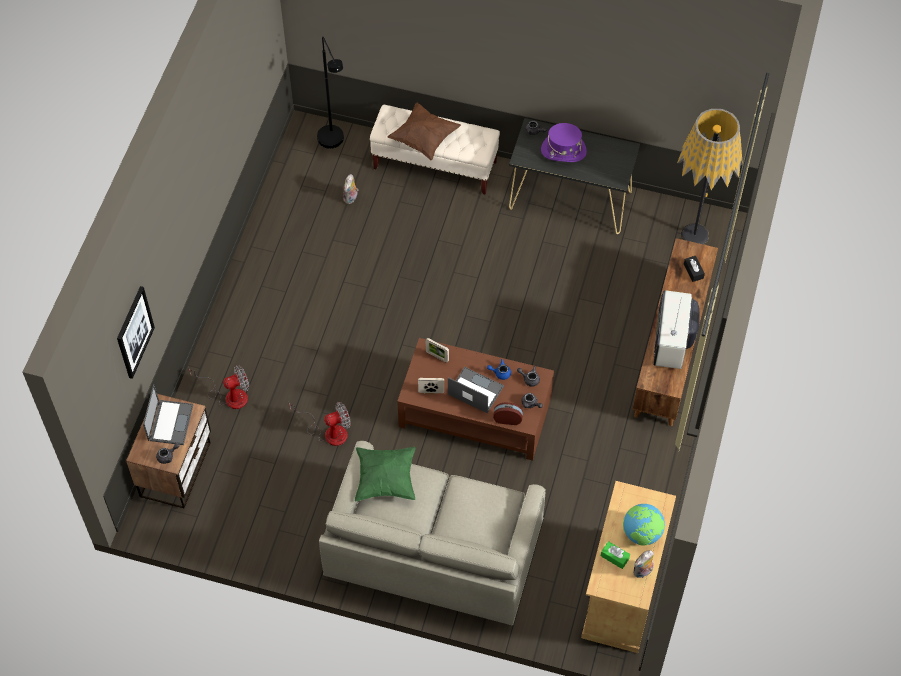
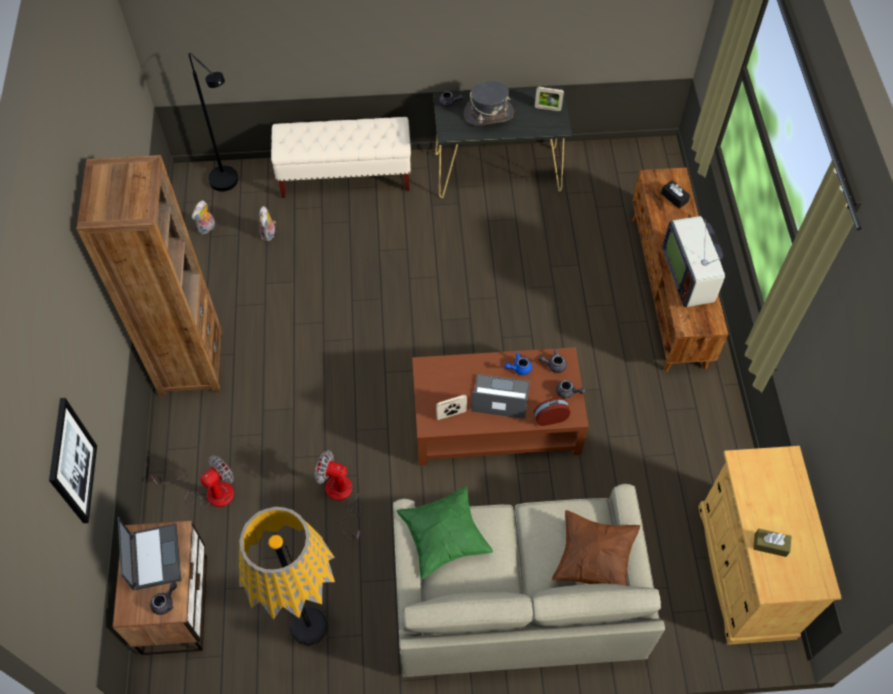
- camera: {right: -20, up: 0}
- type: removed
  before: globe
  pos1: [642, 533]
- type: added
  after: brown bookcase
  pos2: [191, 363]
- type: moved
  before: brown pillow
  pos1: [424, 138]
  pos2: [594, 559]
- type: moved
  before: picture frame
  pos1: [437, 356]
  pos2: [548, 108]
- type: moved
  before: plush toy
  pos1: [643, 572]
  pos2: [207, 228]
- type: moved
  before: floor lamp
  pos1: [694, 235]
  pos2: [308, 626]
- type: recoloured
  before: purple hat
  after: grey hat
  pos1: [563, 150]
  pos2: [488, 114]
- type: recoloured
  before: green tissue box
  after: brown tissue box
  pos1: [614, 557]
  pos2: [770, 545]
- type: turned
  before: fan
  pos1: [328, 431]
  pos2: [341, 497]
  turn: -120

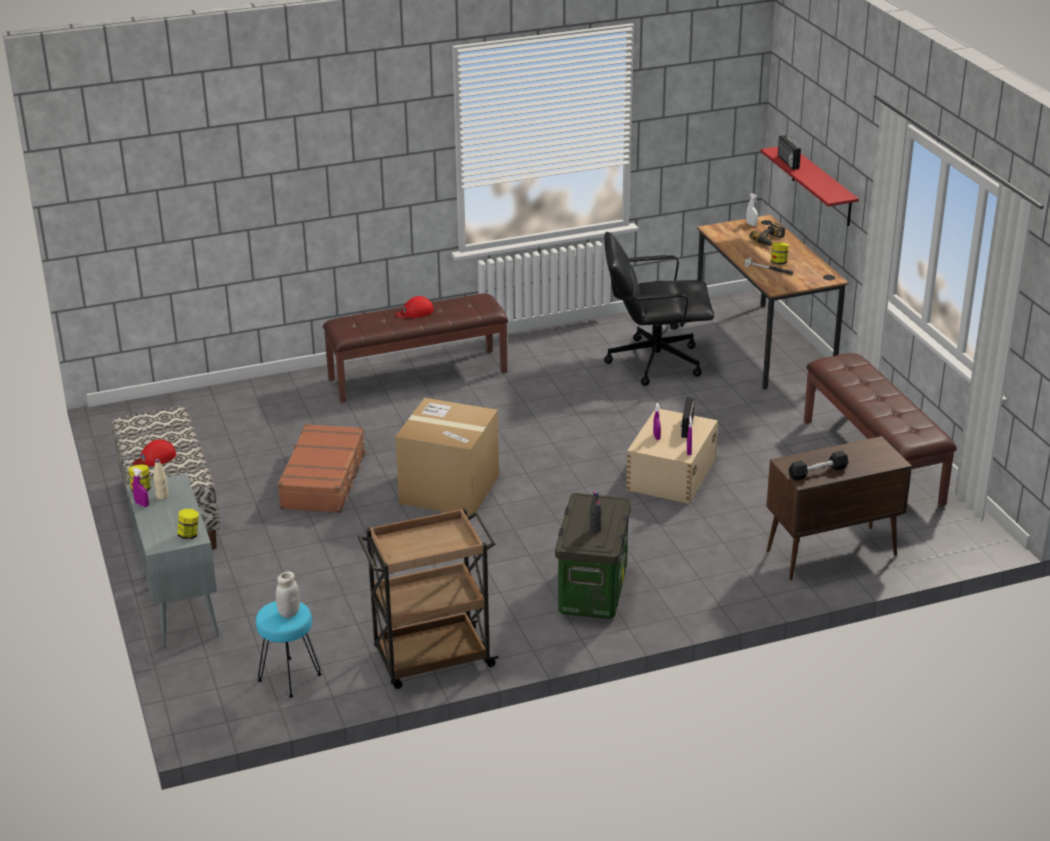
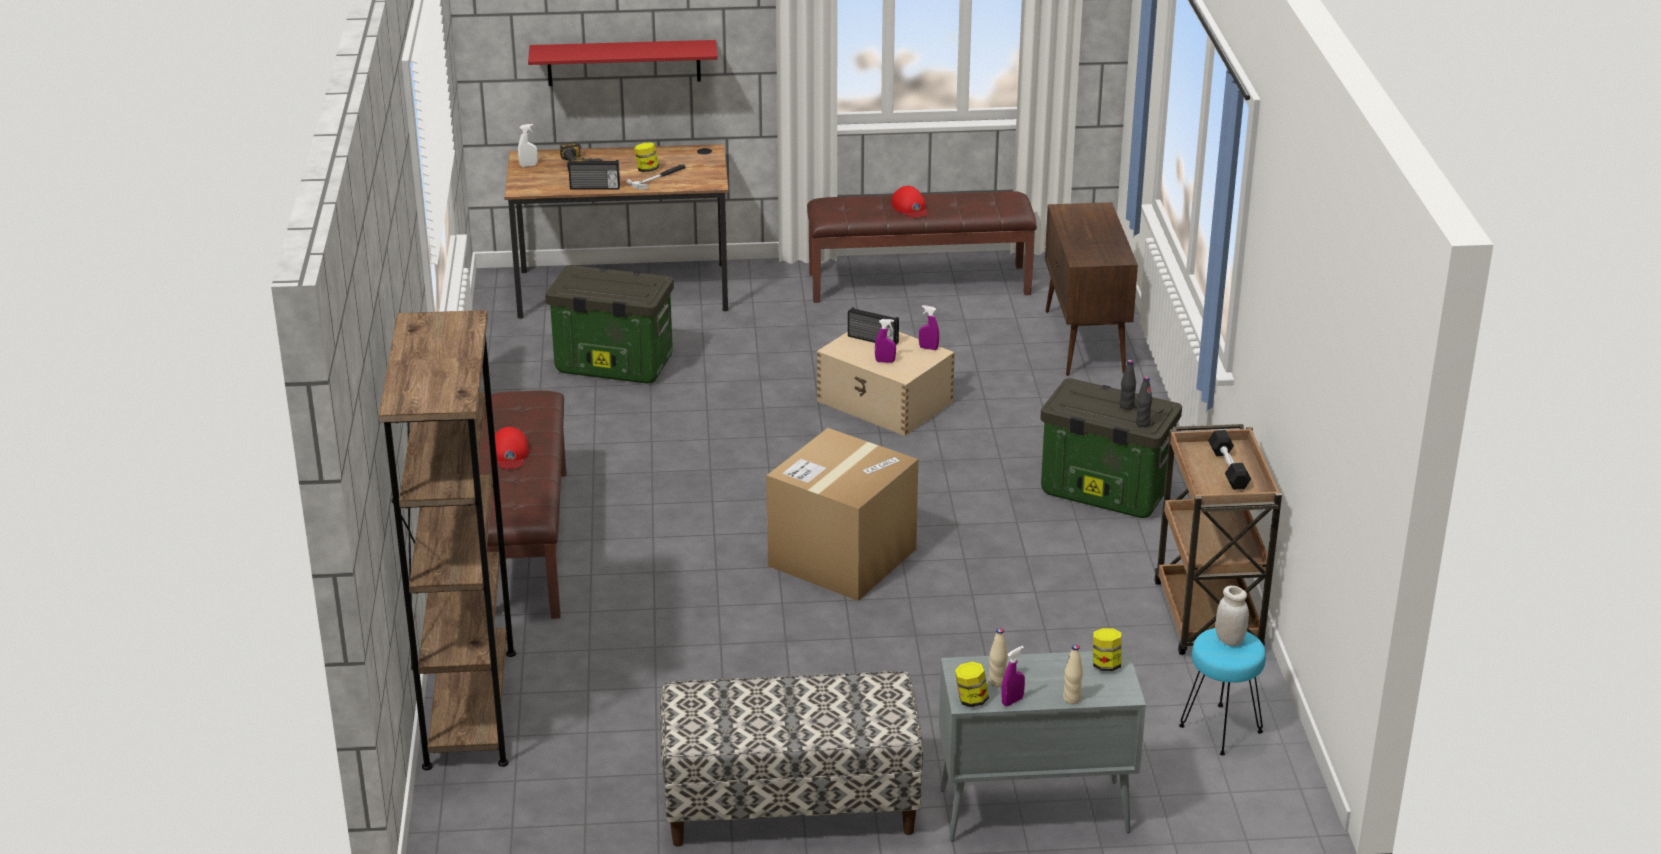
- camera: {right: -75, up: 0}
- type: removed
  before: brown suitcase
  pos1: [324, 480]
- type: added
  after: brown bookcase
  pos2: [470, 708]
- type: added
  after: beige bottle
  pos2: [1071, 699]
- type: added
  after: black bottle
  pos2: [1142, 423]
- type: moved
  before: red cap
  pos1: [155, 458]
  pos2: [910, 208]
- type: moved
  before: radio
  pos1: [787, 162]
  pos2: [595, 187]
- type: moved
  before: black dumbbell
  pos1: [818, 472]
  pos2: [1228, 468]
- type: replaced
  before: black office chair
  after: storage box
  pos1: [654, 361]
  pos2: [612, 365]

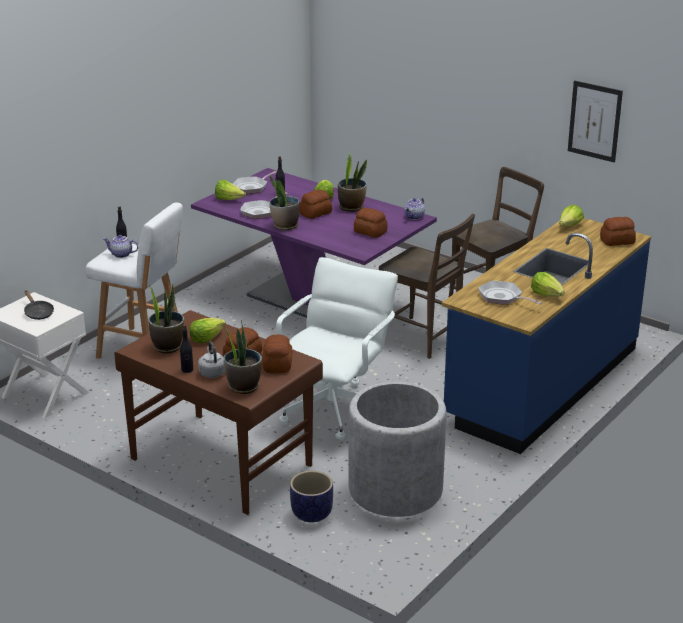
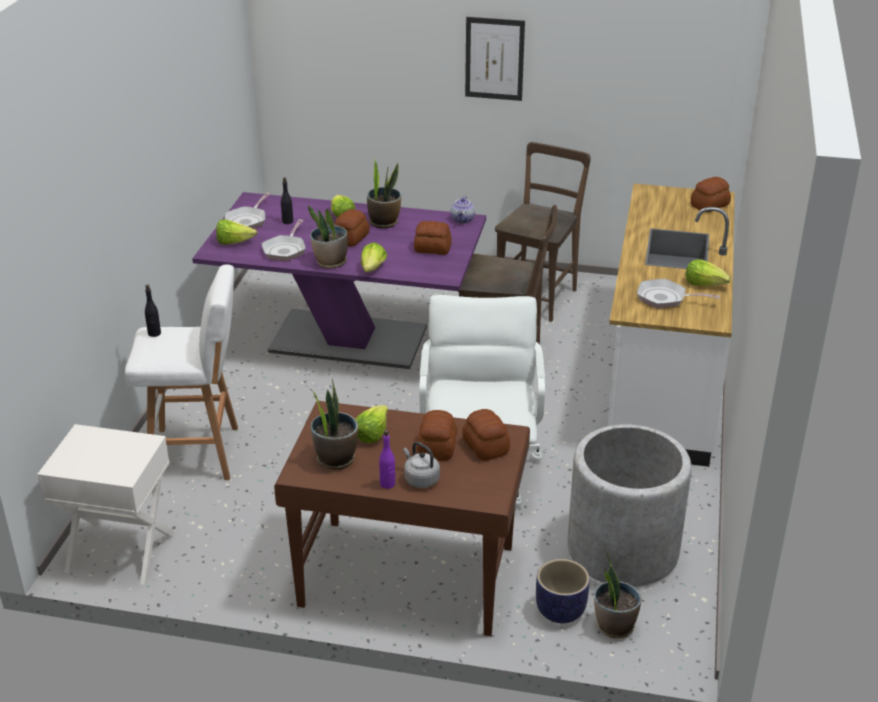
- camera: {right: -25, up: 5}
- type: removed
  before: black frying pan
  pos1: [38, 313]
- type: removed
  before: teapot
  pos1: [121, 255]
- type: moved
  before: potted plant
  pos1: [243, 386]
  pos2: [614, 626]
- type: moved
  before: lettuce
  pos1: [570, 226]
  pos2: [373, 268]
- type: moved
  before: picture
  pos1: [594, 121]
  pos2: [494, 59]
- type: recoloured
  before: black bottle
  after: purple bottle
  pos1: [187, 370]
  pos2: [387, 484]
- type: recoloured
  before: blue counter
  after: white counter
  pos1: [541, 383]
  pos2: [662, 377]

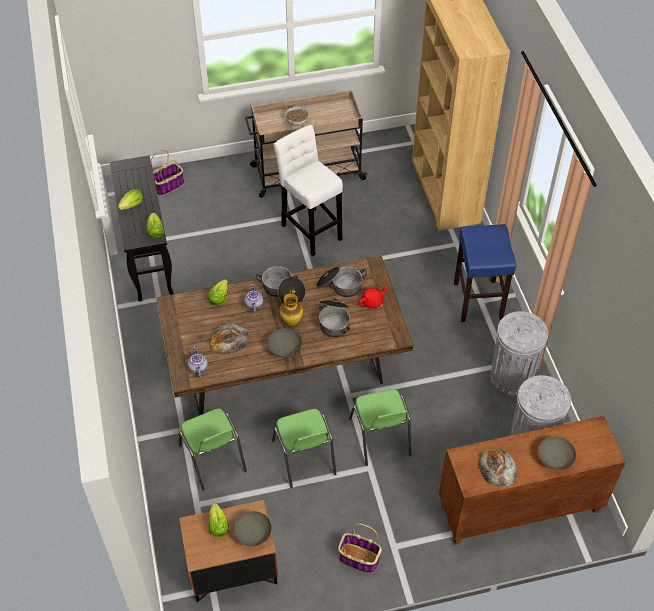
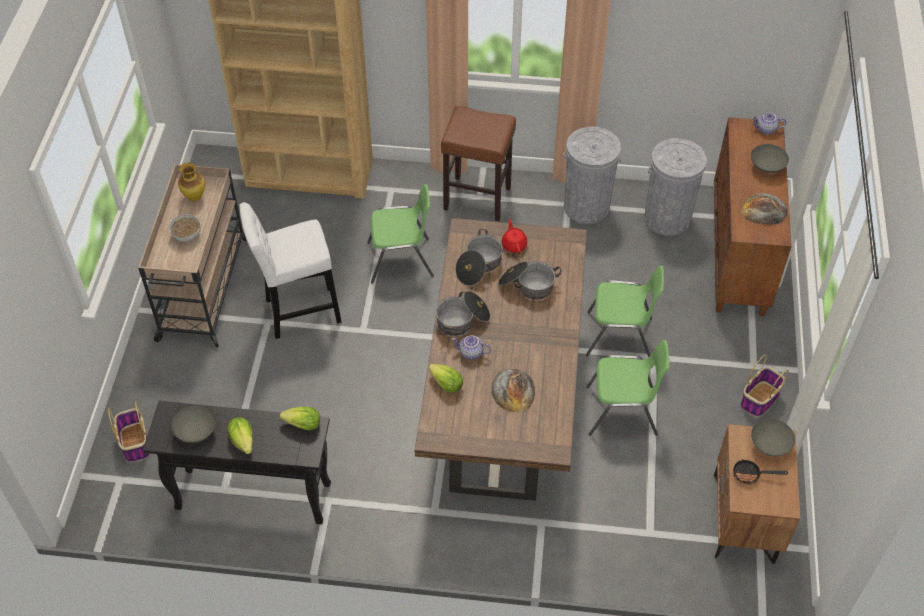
- camera: {right: -70, up: 0}
- type: moved
  before: green chair
  pos1: [213, 459]
  pos2: [401, 260]
- type: moved
  before: teapot
  pos1: [197, 368]
  pos2: [766, 130]
- type: moved
  before: grey bowl
  pos1: [285, 349]
  pos2: [196, 431]
- type: moved
  before: vase
  pos1: [291, 322]
  pos2: [195, 198]
- type: replaced
  before: lettuce
  after: frying pan
  pos1: [218, 526]
  pos2: [750, 475]
- type: recoloured
  before: blue stool
  after: brown stool
  pos1: [478, 301]
  pos2: [478, 198]

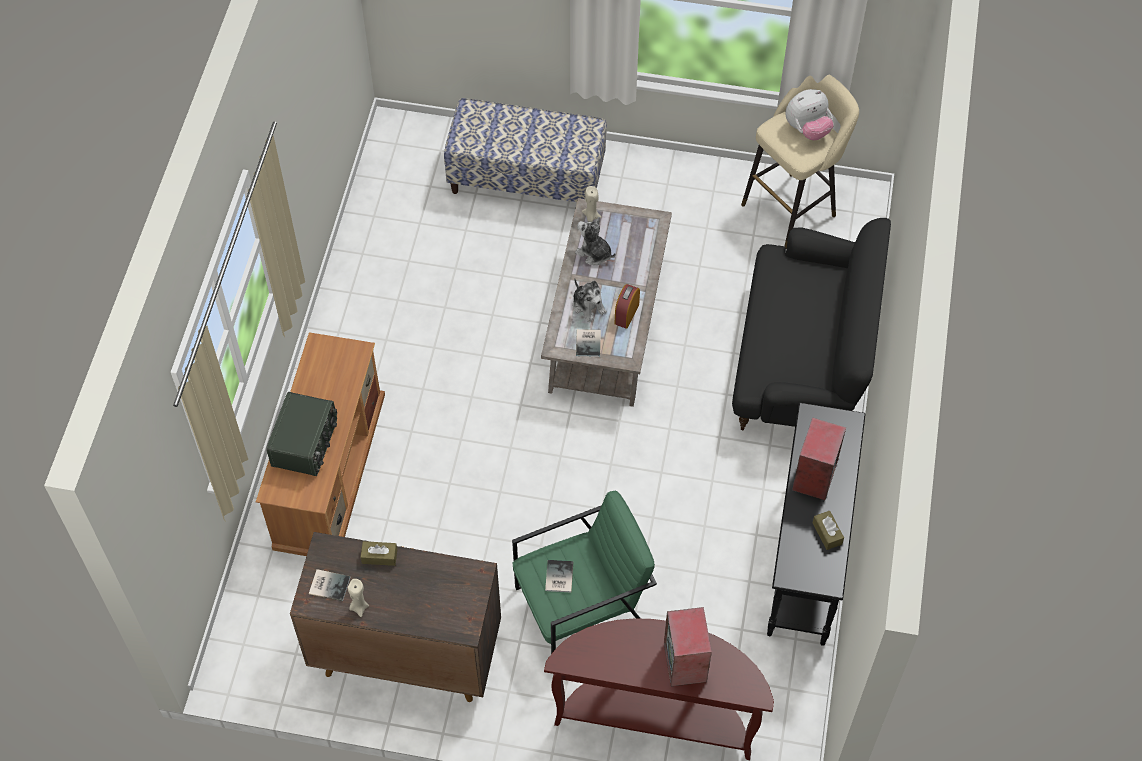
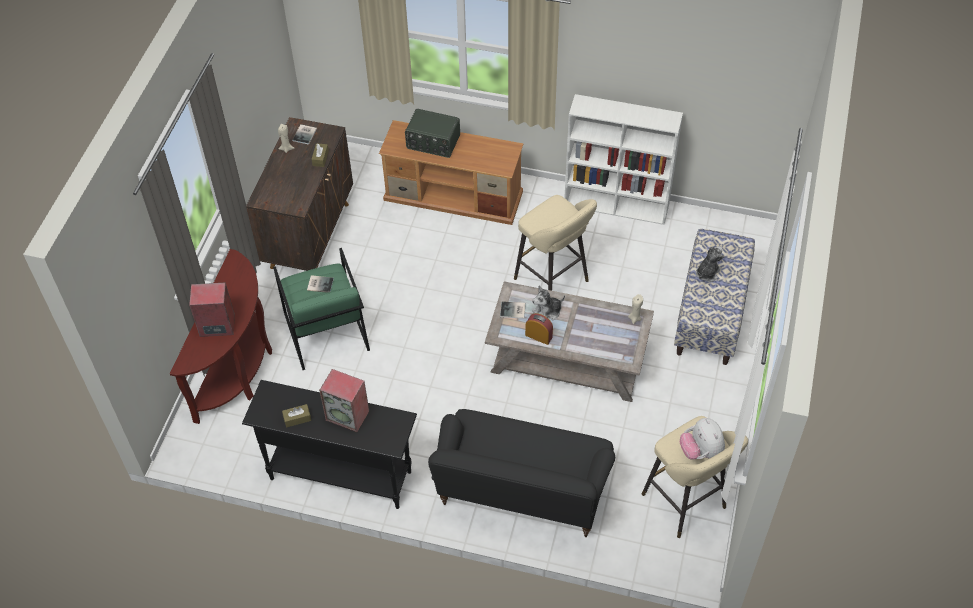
- camera: {right: 95, up: -5}
- type: added
  after: beige stool
  pos2: [554, 282]
- type: added
  after: white bookcase
  pos2: [617, 205]
- type: moved
  before: plush toy
  pos1: [594, 253]
  pos2: [707, 273]

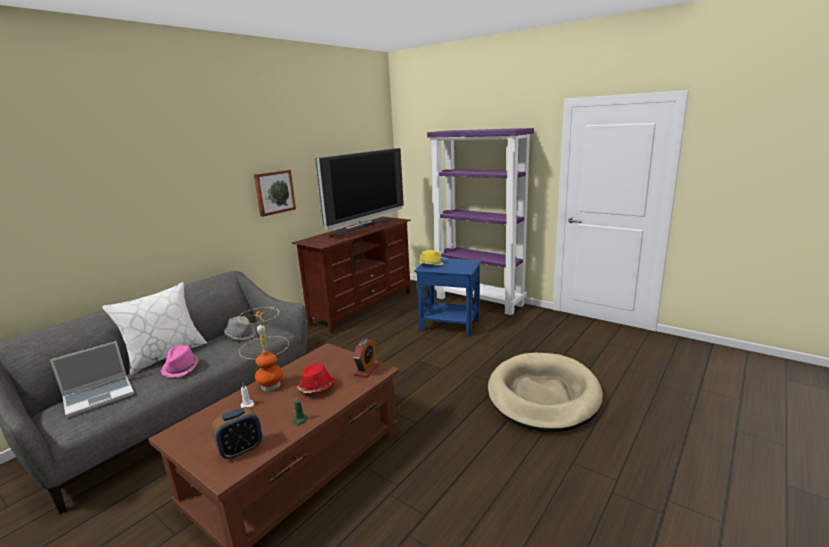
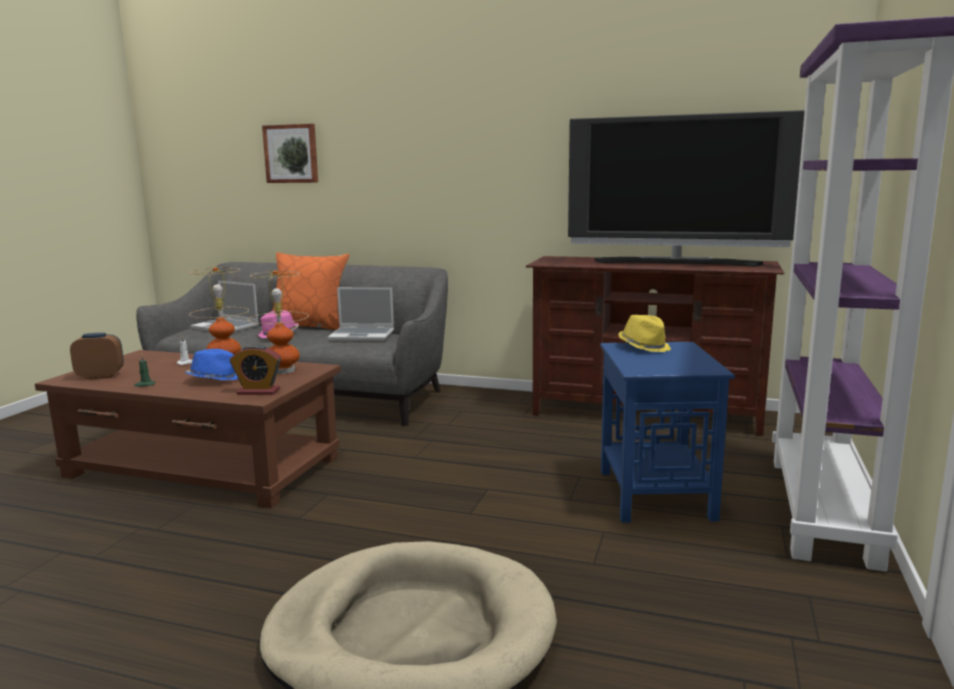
- camera: {right: 70, up: -5}
- type: added
  after: table lamp
  pos2: [283, 370]
- type: moved
  before: picture
  pos1: [274, 192]
  pos2: [291, 154]
- type: replaced
  before: grey hat
  after: laptop
  pos1: [241, 335]
  pos2: [363, 336]
- type: recoloured
  before: white pillow
  after: orange pillow
  pos1: [165, 355]
  pos2: [309, 326]
- type: recoloured
  before: red hat
  after: blue hat
  pos1: [317, 388]
  pos2: [214, 379]
- type: turned
  before: alarm clock
  pos1: [241, 450]
  pos2: [100, 376]
  turn: 135

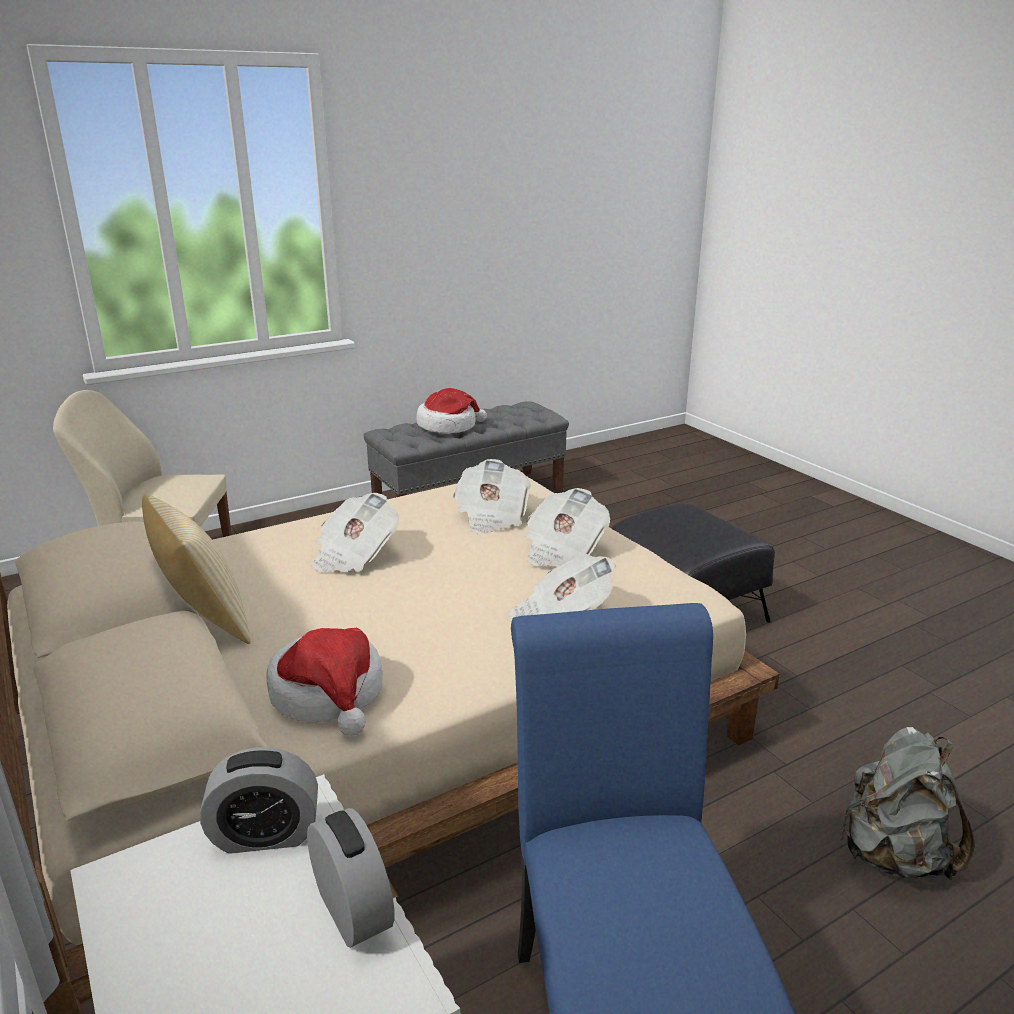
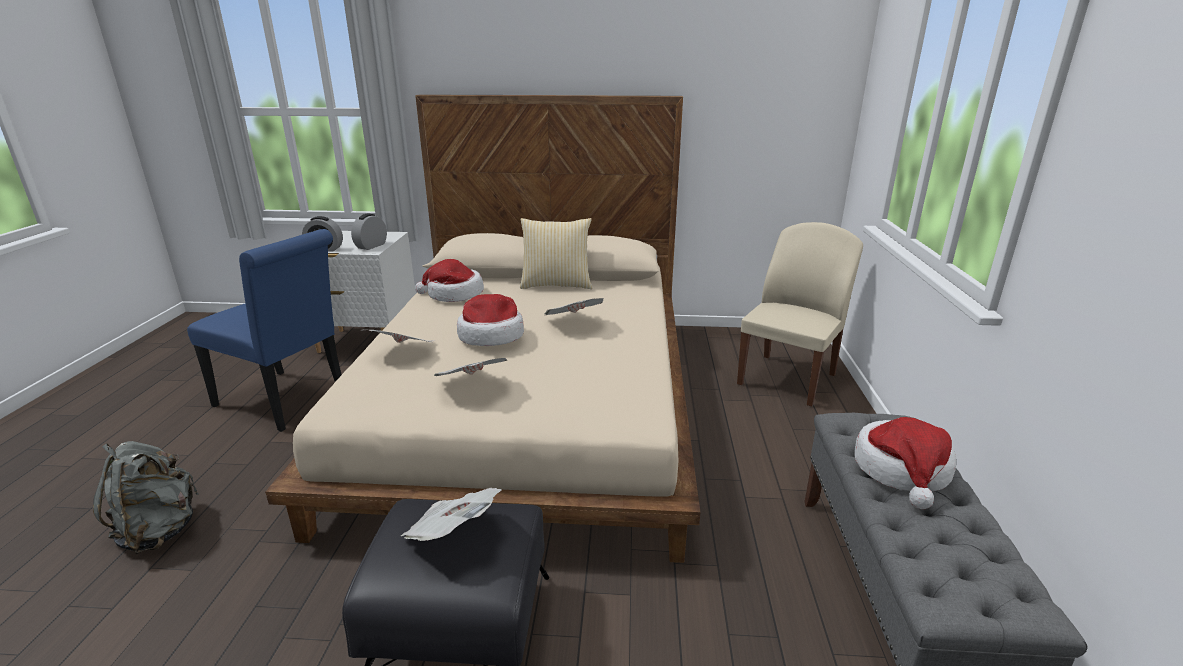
- camera: {right: 125, up: 0}
- type: added
  after: hat
  pos2: [491, 335]
- type: moved
  before: newspaper
  pos1: [491, 517]
  pos2: [453, 533]

